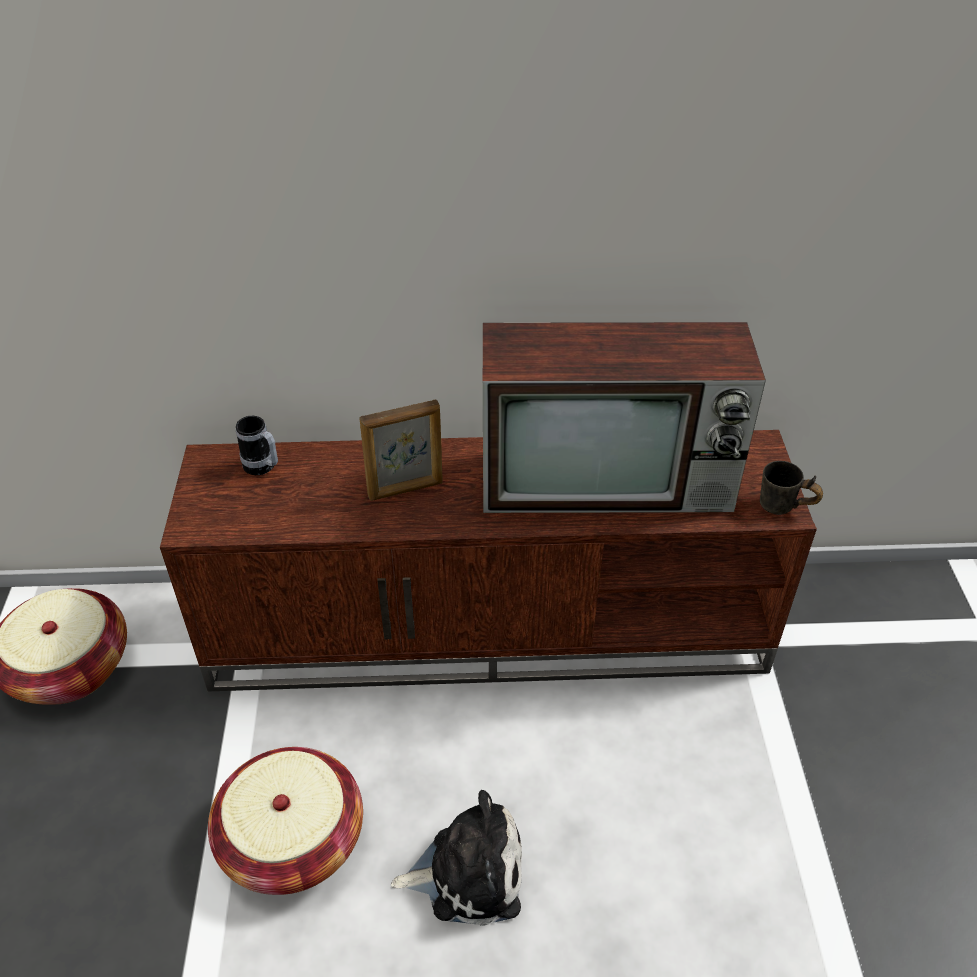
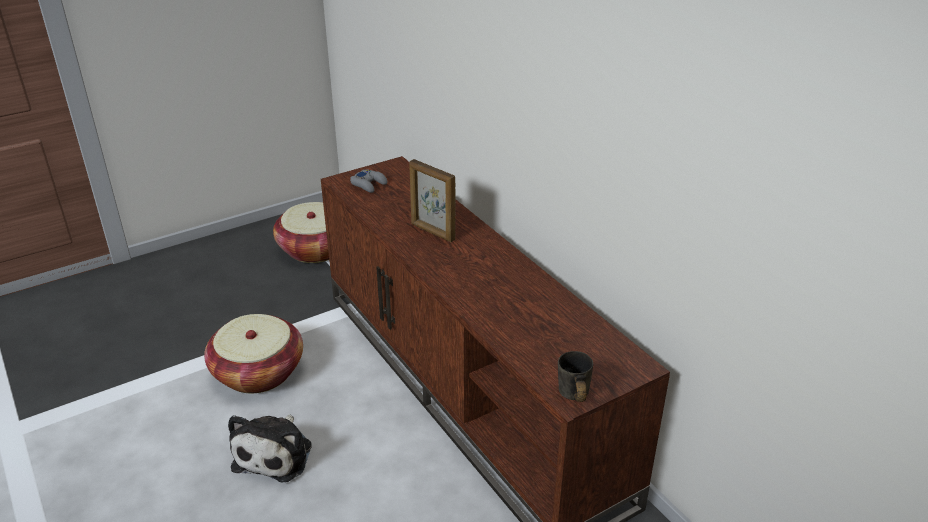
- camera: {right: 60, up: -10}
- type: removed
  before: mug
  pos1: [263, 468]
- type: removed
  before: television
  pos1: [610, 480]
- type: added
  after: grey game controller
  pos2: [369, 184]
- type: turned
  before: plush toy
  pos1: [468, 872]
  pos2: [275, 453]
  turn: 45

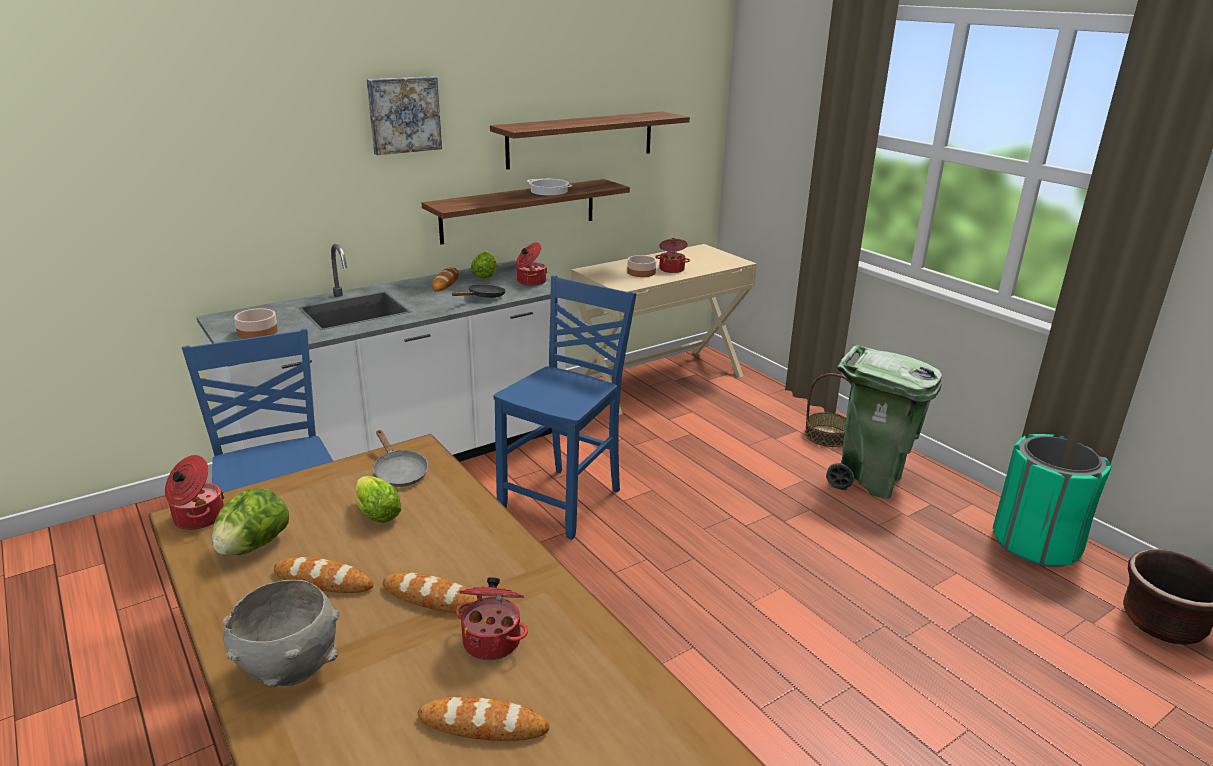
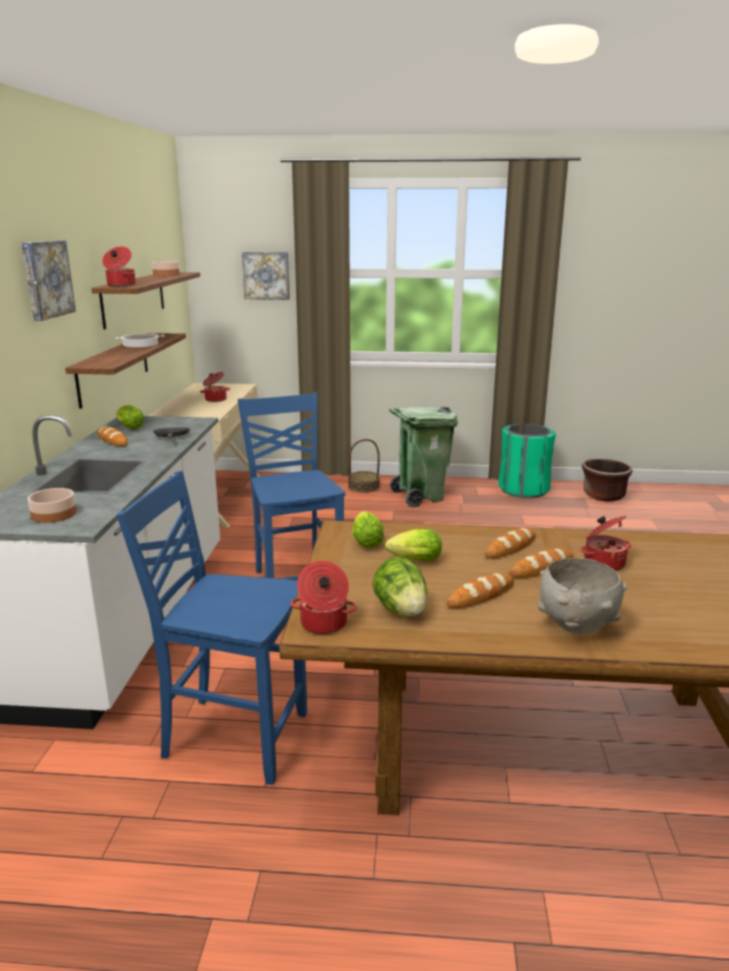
- camera: {right: -50, up: -5}
- type: added
  after: picture
  pos2: [266, 275]
- type: moved
  before: bread
  pos1: [483, 725]
  pos2: [510, 547]
- type: moved
  before: cooking pot
  pos1: [530, 282]
  pos2: [120, 285]
- type: moved
  before: bowl
  pos1: [641, 272]
  pos2: [167, 274]
- type: replaced
  before: grey frying pan
  after: lettuce
  pos1: [399, 473]
  pos2: [366, 541]

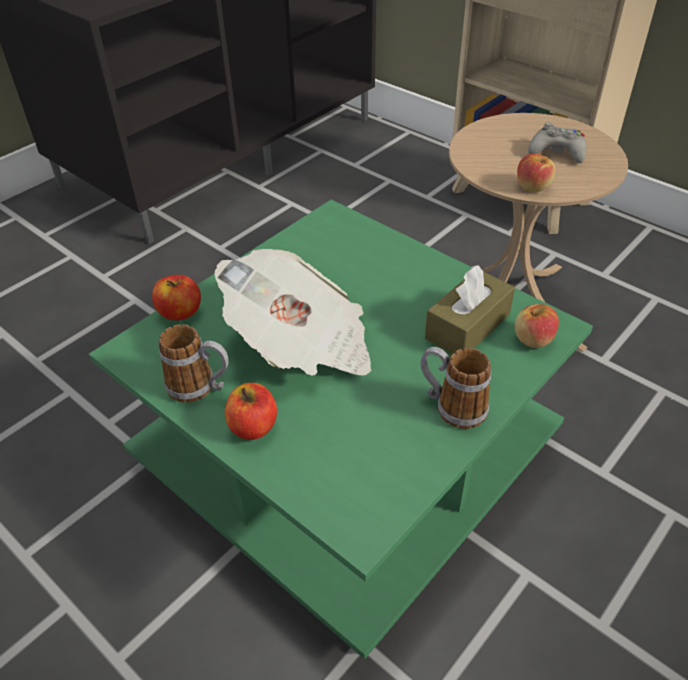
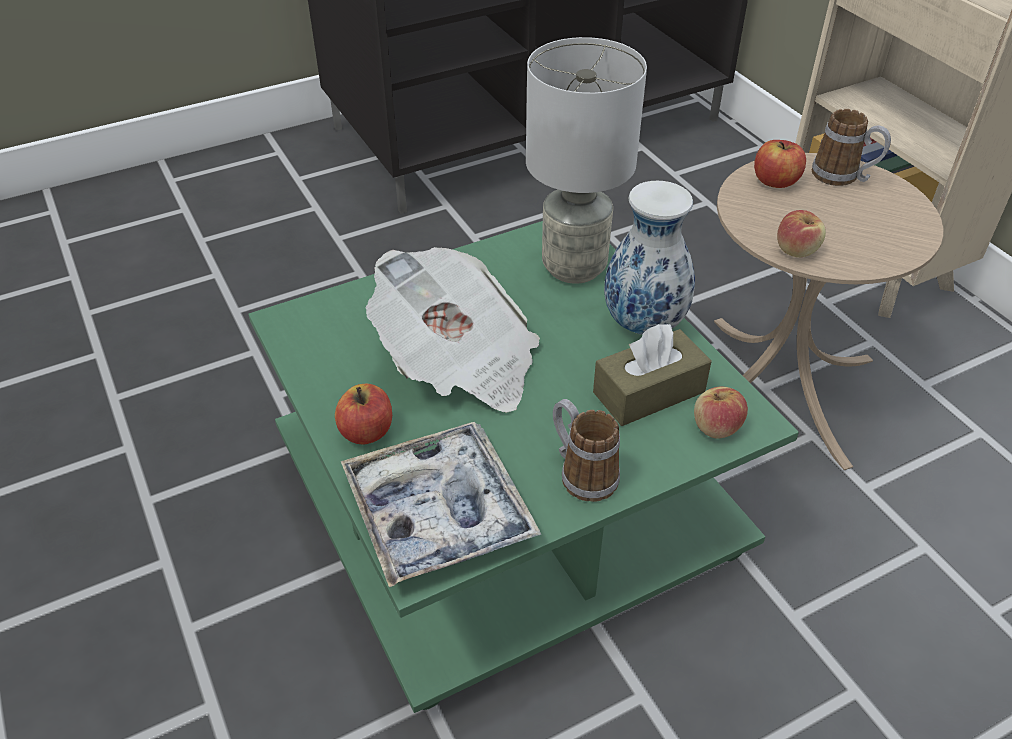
- camera: {right: 20, up: 0}
- type: removed
  before: grey game controller
  pos1: [557, 152]
- type: added
  after: tray
  pos2: [438, 512]
- type: added
  after: grey table lamp
  pos2: [574, 266]
- type: added
  after: vase
  pos2: [645, 324]
- type: moved
  before: apple
  pos1: [180, 312]
  pos2: [775, 181]
- type: moved
  before: mug
  pos1: [200, 387]
  pos2: [843, 177]

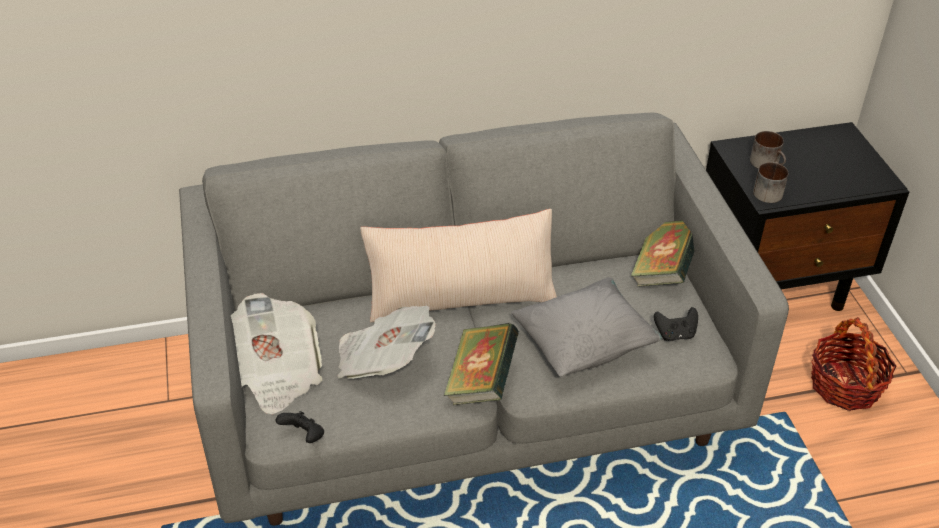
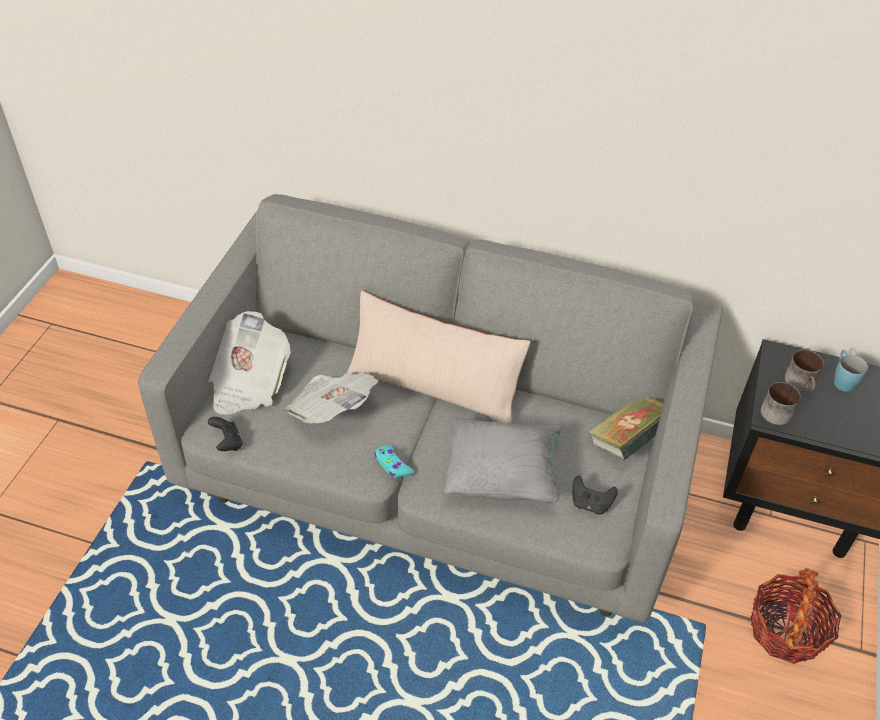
- camera: {right: 30, up: 5}
- type: added
  after: blue mug
  pos2: [841, 379]
- type: replaced
  before: book
  after: turquoise game controller
  pos1: [481, 382]
  pos2: [392, 465]

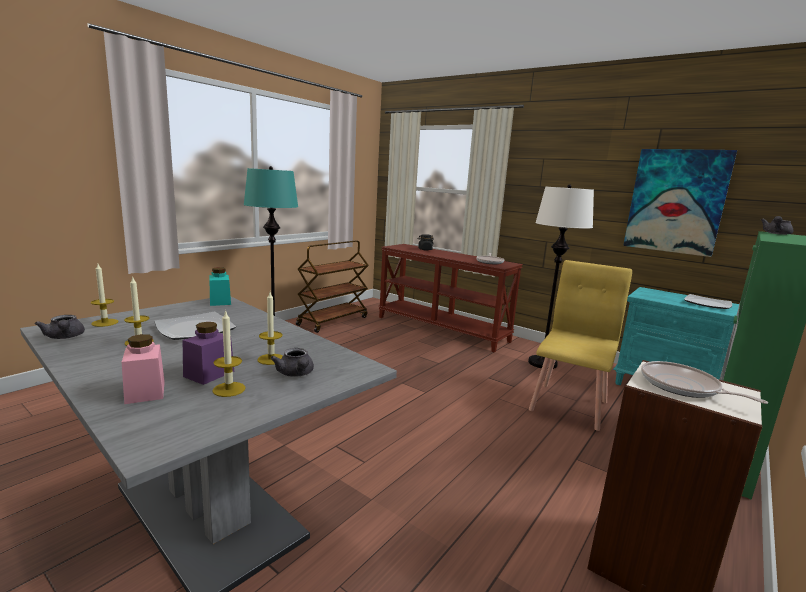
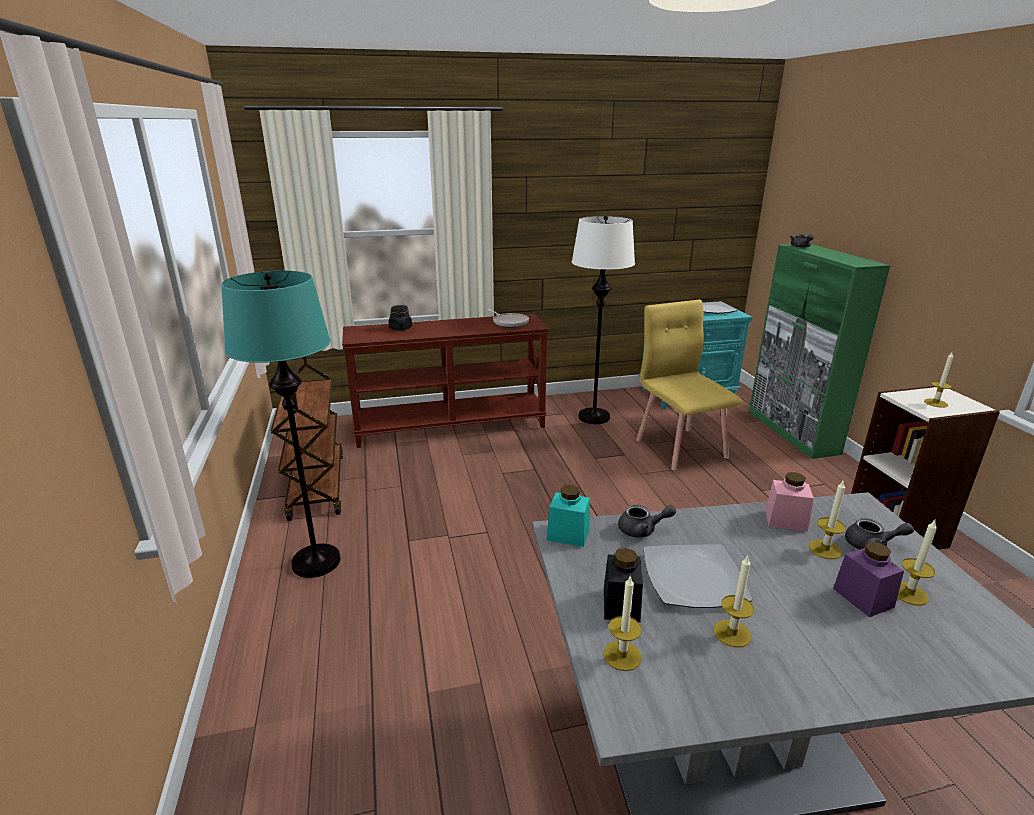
- camera: {right: -50, up: 10}
- type: removed
  before: picture
  pos1: [676, 201]
- type: added
  after: black jar
  pos2: [621, 604]
- type: moved
  before: grey teapot
  pos1: [64, 337]
  pos2: [642, 530]
- type: moved
  before: pink jar
  pos1: [145, 392]
  pos2: [785, 520]
- type: replaced
  before: frying pan
  after: candle
  pos1: [683, 387]
  pos2: [935, 403]

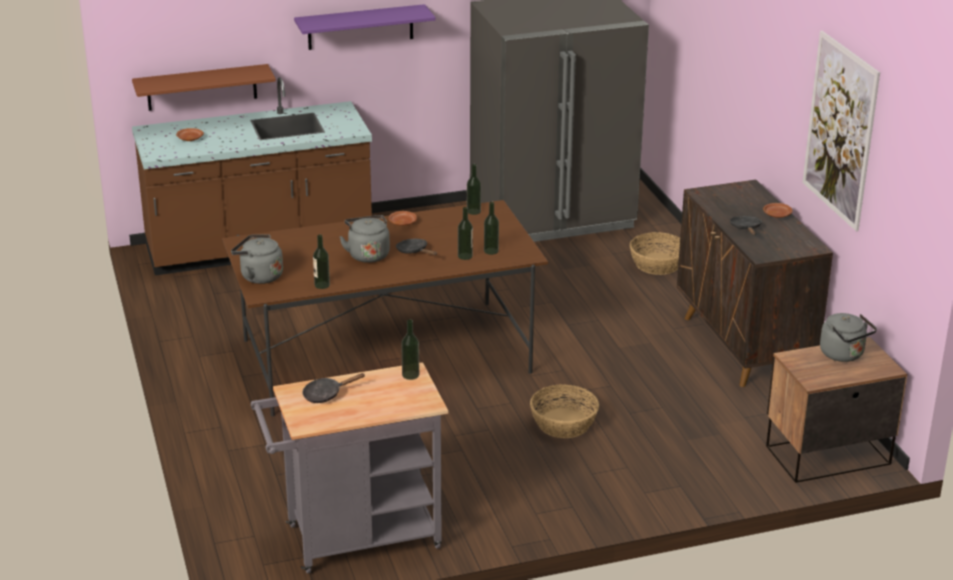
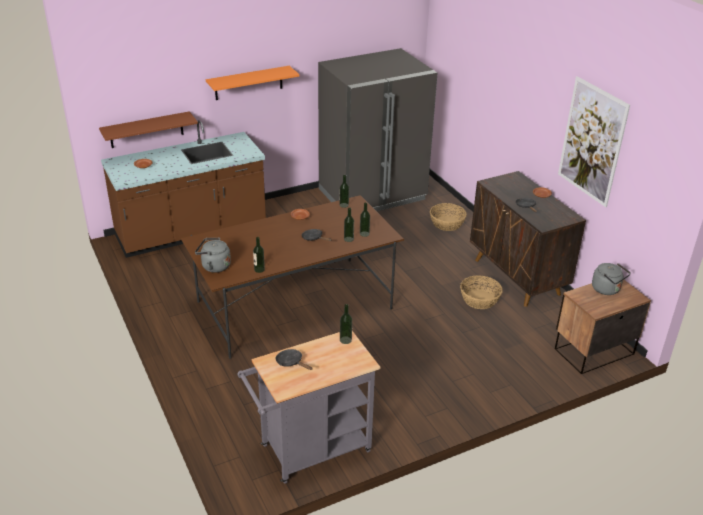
- camera: {right: -10, up: 5}
- type: removed
  before: grey kettle
  pos1: [367, 254]
- type: moved
  before: basket
  pos1: [564, 424]
  pos2: [480, 300]
- type: recoloured
  before: purple shelf
  after: orange shelf
  pos1: [360, 27]
  pos2: [248, 83]
- type: turned
  before: black frying pan
  pos1: [326, 394]
  pos2: [291, 362]
  turn: 75

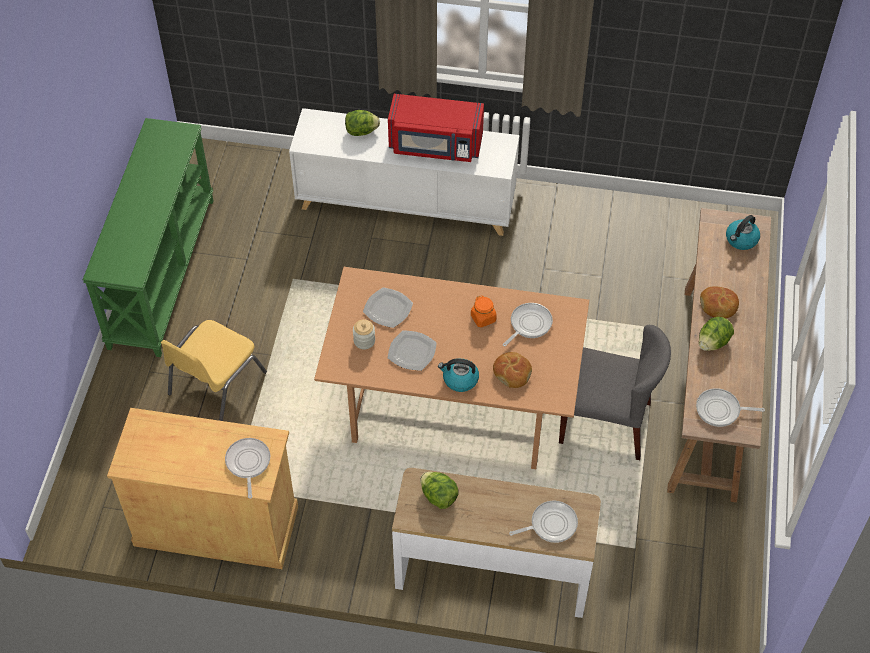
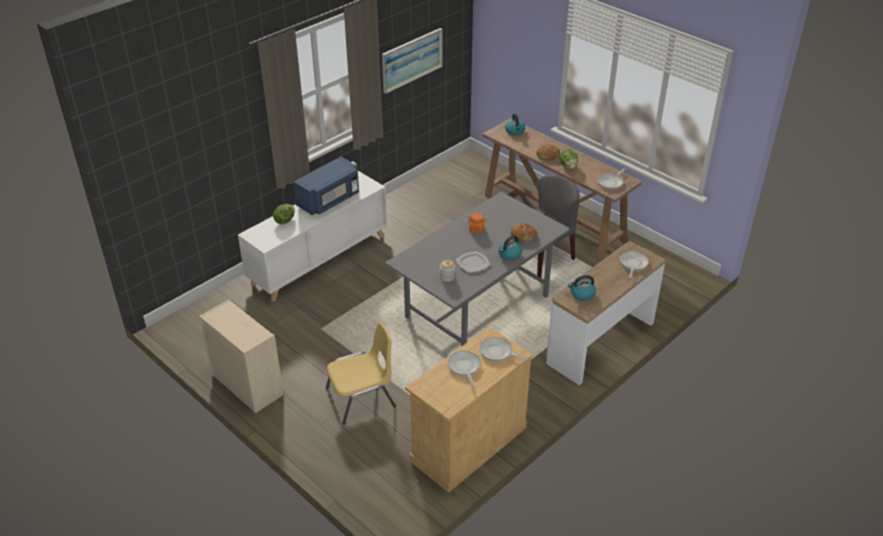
- camera: {right: -55, up: -15}
- type: removed
  before: plate
  pos1: [388, 309]
- type: added
  after: picture
  pos2: [412, 60]
- type: moved
  before: frying pan
  pos1: [529, 324]
  pos2: [464, 367]
- type: replaced
  before: green console table
  after: beige dresser
  pos1: [161, 271]
  pos2: [246, 384]
- type: replaced
  before: lettuce
  after: kettle
  pos1: [438, 496]
  pos2: [582, 294]
- type: recoloured
  before: brown dining table
  after: grey dining table
  pos1: [451, 406]
  pos2: [477, 308]
- type: recoloured
  before: red microwave
  after: blue microwave
  pos1: [435, 145]
  pos2: [329, 200]
- type: turned
  before: yellow chair
  pos1: [215, 383]
  pos2: [362, 398]
  turn: -90

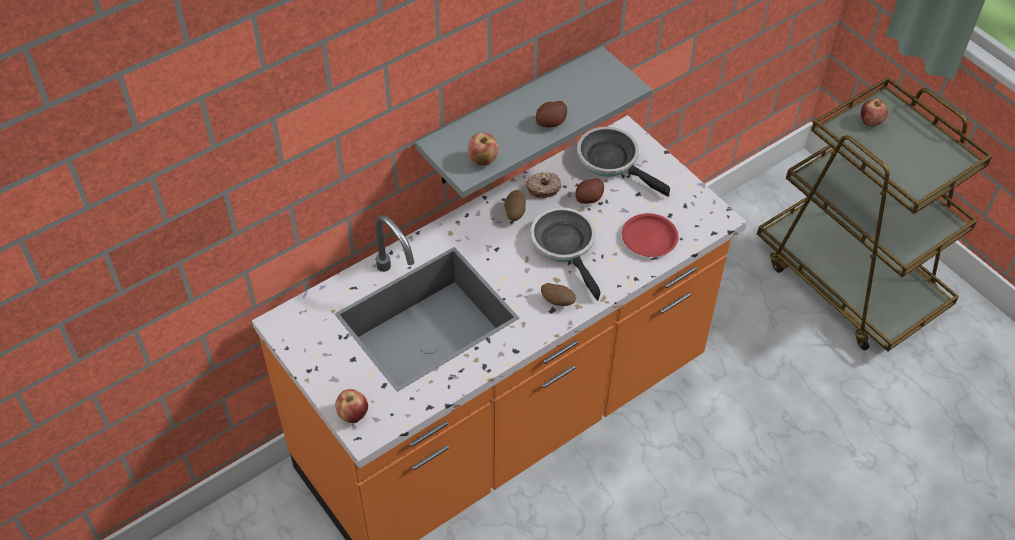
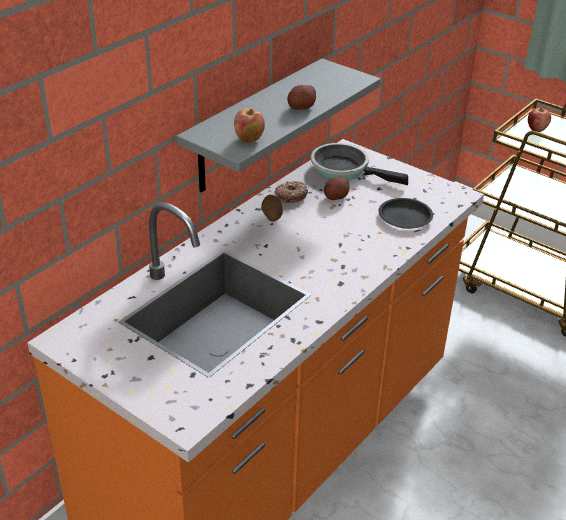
- camera: {right: -15, up: -15}
- type: removed
  before: apple
  pos1: [353, 415]
- type: removed
  before: frying pan
  pos1: [565, 246]
- type: removed
  before: potato
  pos1: [557, 301]
- type: recoloured
  before: red plate
  after: black plate
  pos1: [650, 238]
  pos2: [405, 217]

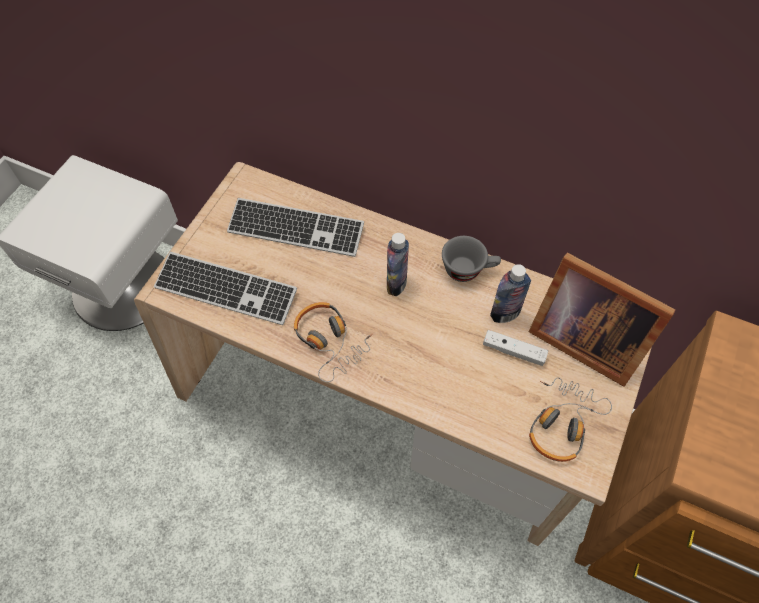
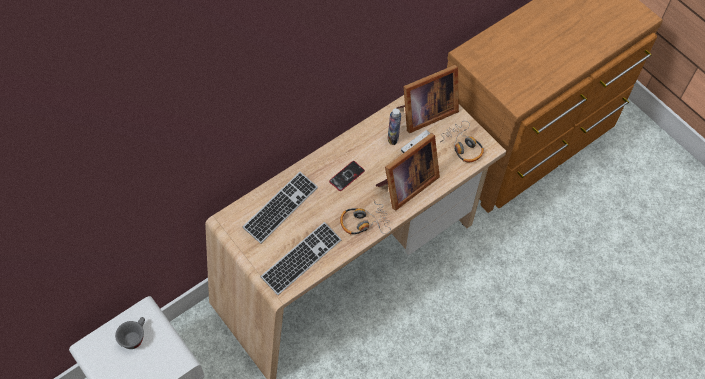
- camera: {right: -65, up: 0}
- type: added
  after: picture frame
  pos2: [405, 185]
- type: moved
  before: grey cup
  pos1: [468, 269]
  pos2: [134, 336]
- type: replaced
  before: bottle
  after: phone
  pos1: [396, 284]
  pos2: [346, 176]

